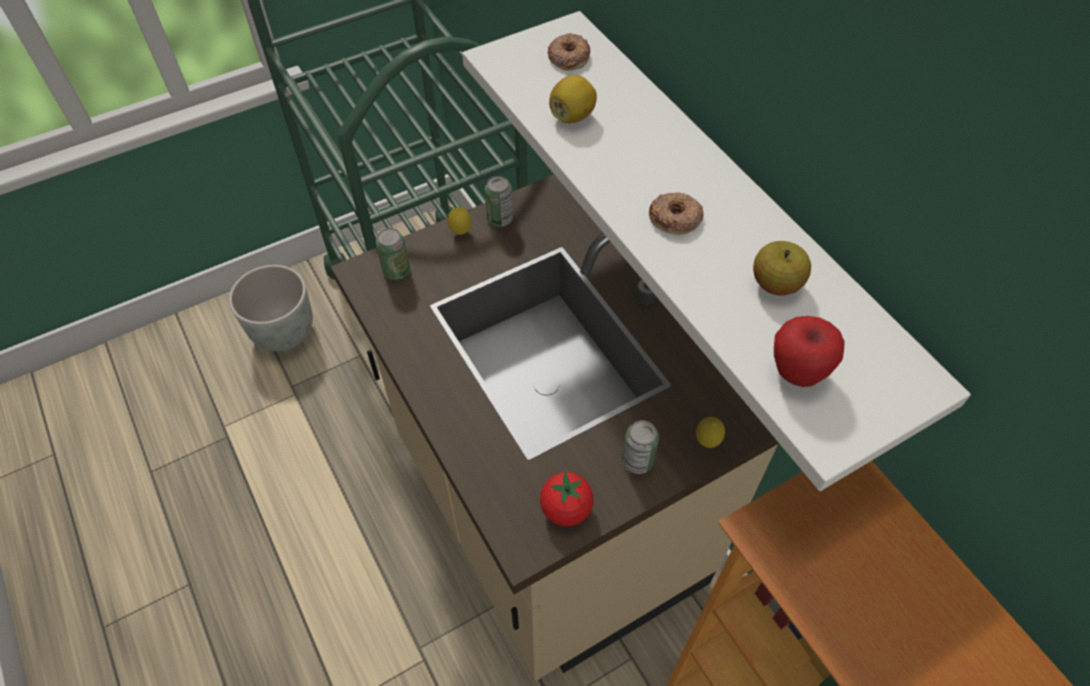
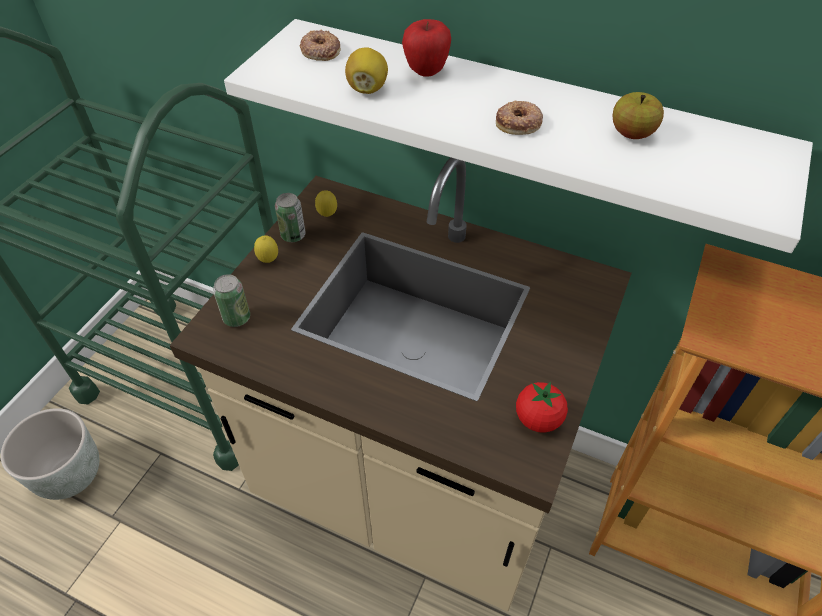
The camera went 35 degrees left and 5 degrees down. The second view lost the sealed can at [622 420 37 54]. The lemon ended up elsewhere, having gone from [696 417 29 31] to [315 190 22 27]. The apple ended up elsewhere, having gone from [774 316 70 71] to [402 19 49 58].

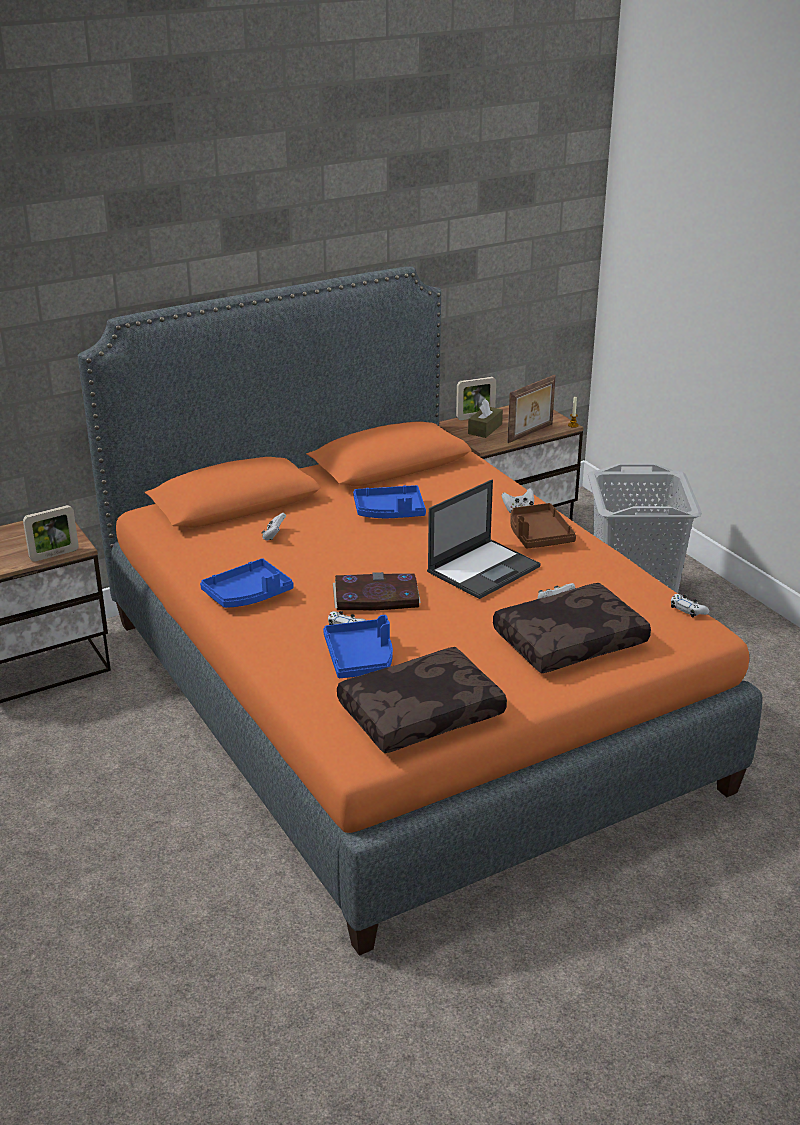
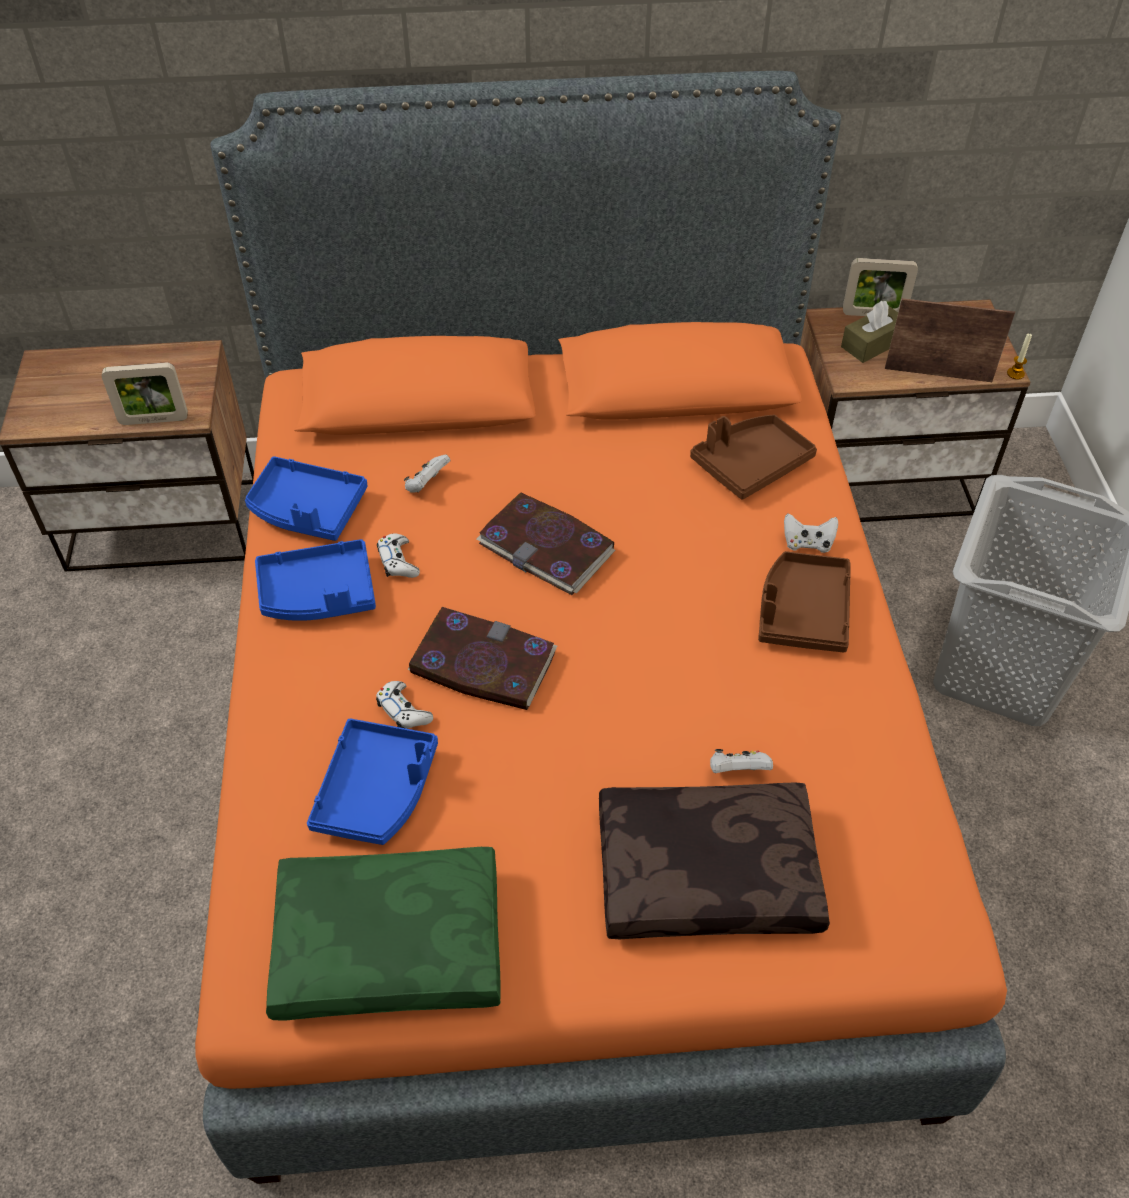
The camera went 25 degrees right and 20 degrees up. What was the cushion/brown at [337 647 170 106] turned into the cushion/green at [266 847 235 174]. The carrying tray/blue-coloured ended up elsewhere, having gone from [353 485 73 33] to [245 456 123 85]. The second view lost the notebook computer at [427 479 114 120]. The standing frame at [507 375 49 68] ended up facing another way, 150 degrees counterclockwise from before. The gamepad/white-coloured ended up elsewhere, having gone from [671 594 38 23] to [377 533 43 45]. The second view gained the volume at [476 492 139 103]. The second view gained the carrying tray/brown at [690 415 127 85].

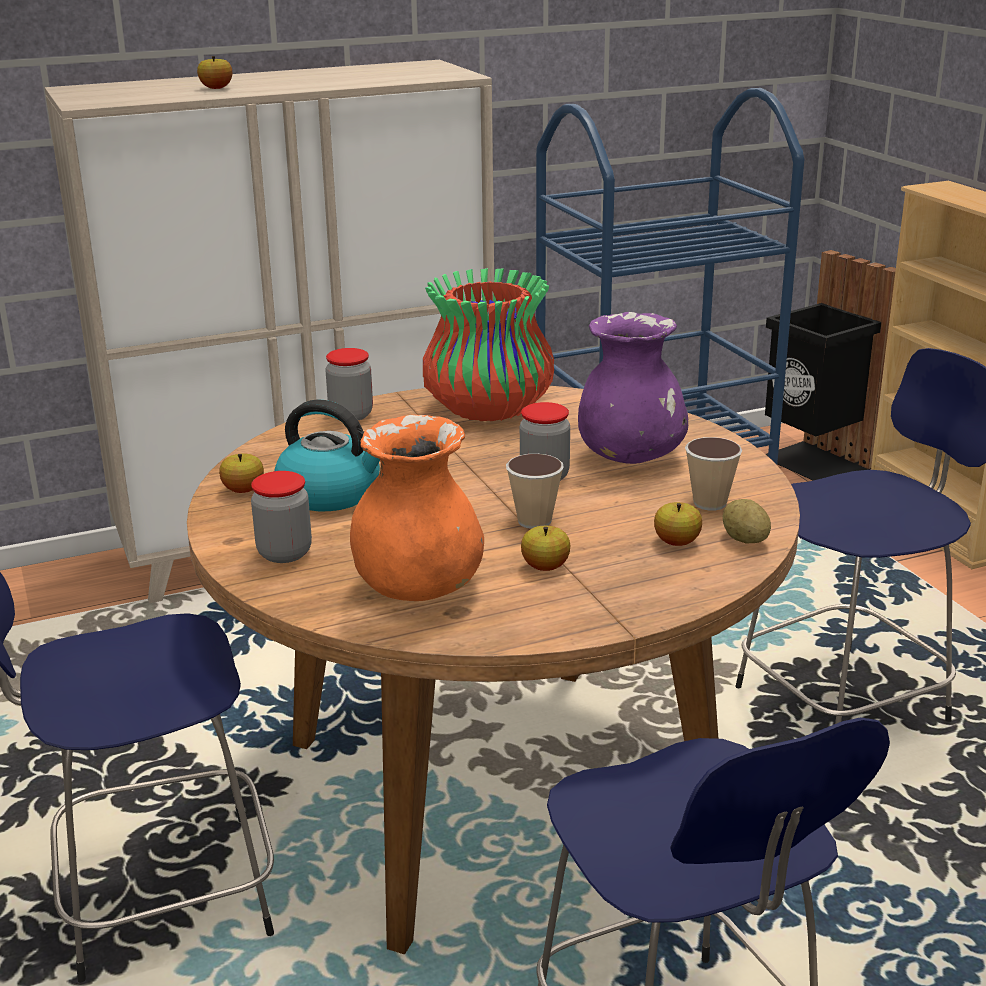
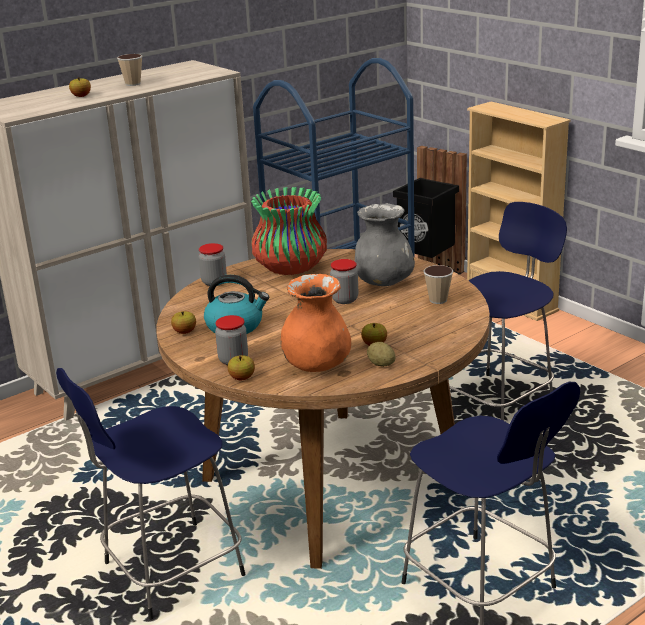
The camera went 15 degrees left and 0 degrees up. The small cup ended up elsewhere, having gone from [506 454 58 75] to [117 54 25 32]. What was the decorative vase/purple-coloured at [578 312 110 152] turned into the decorative vase/greyish at [355 203 60 83]. The apple ended up elsewhere, having gone from [654 502 48 44] to [227 355 28 25]. The spud ended up elsewhere, having gone from [723 499 48 44] to [367 342 29 25].

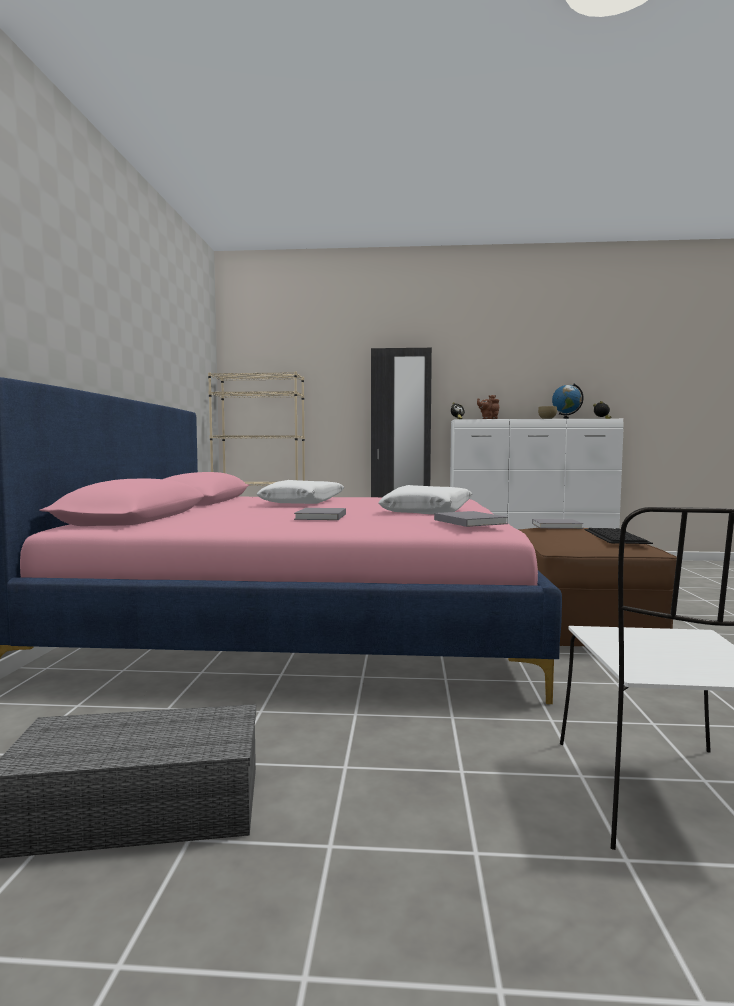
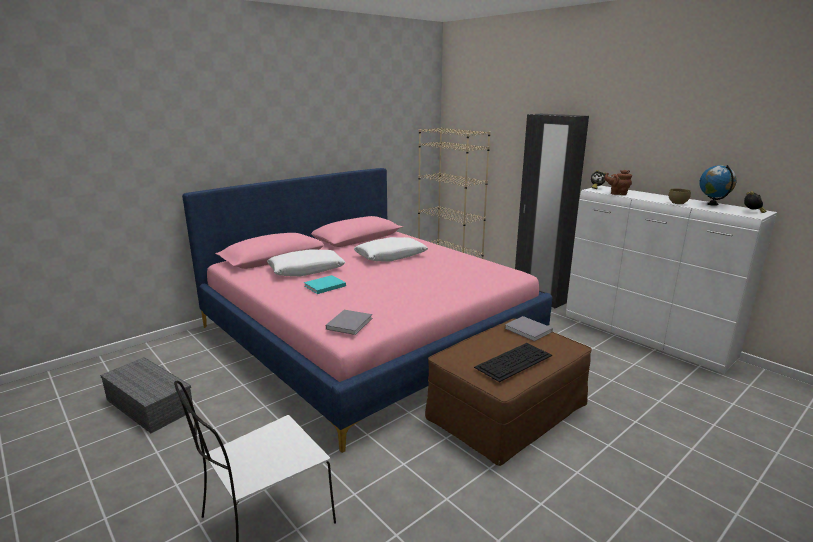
The camera went 45 degrees right and 15 degrees up. What was the volume/greyish at [294 508 52 12] turned into the volume/turquoise at [304 275 42 19]. The cushion/white-coloured ended up elsewhere, having gone from [378 485 94 29] to [267 249 78 27].

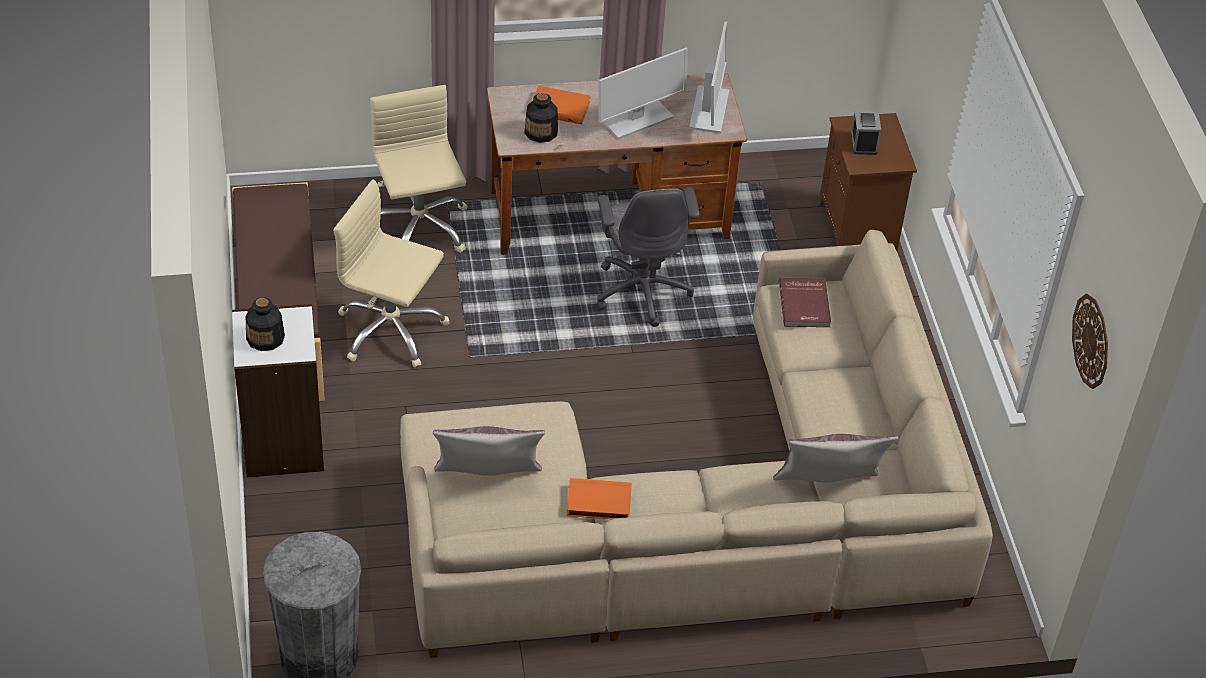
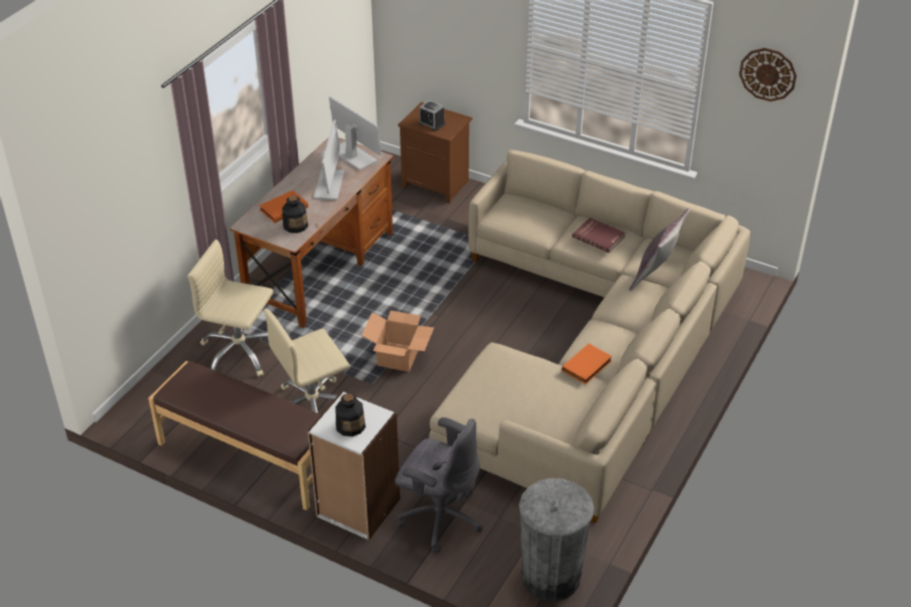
The camera went 50 degrees left and 5 degrees down. The second view lost the cushion/greyish at [433 426 112 50]. The office chair/greyish ended up elsewhere, having gone from [597 187 103 140] to [395 417 88 136]. The volume/red ended up elsewhere, having gone from [779 278 52 49] to [572 218 54 35]. The second view gained the carton at [361 310 73 62].

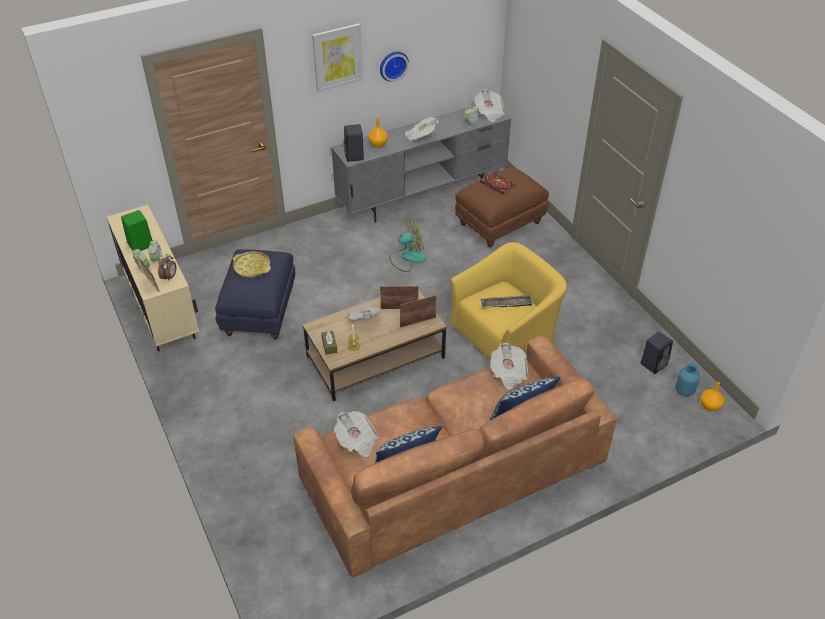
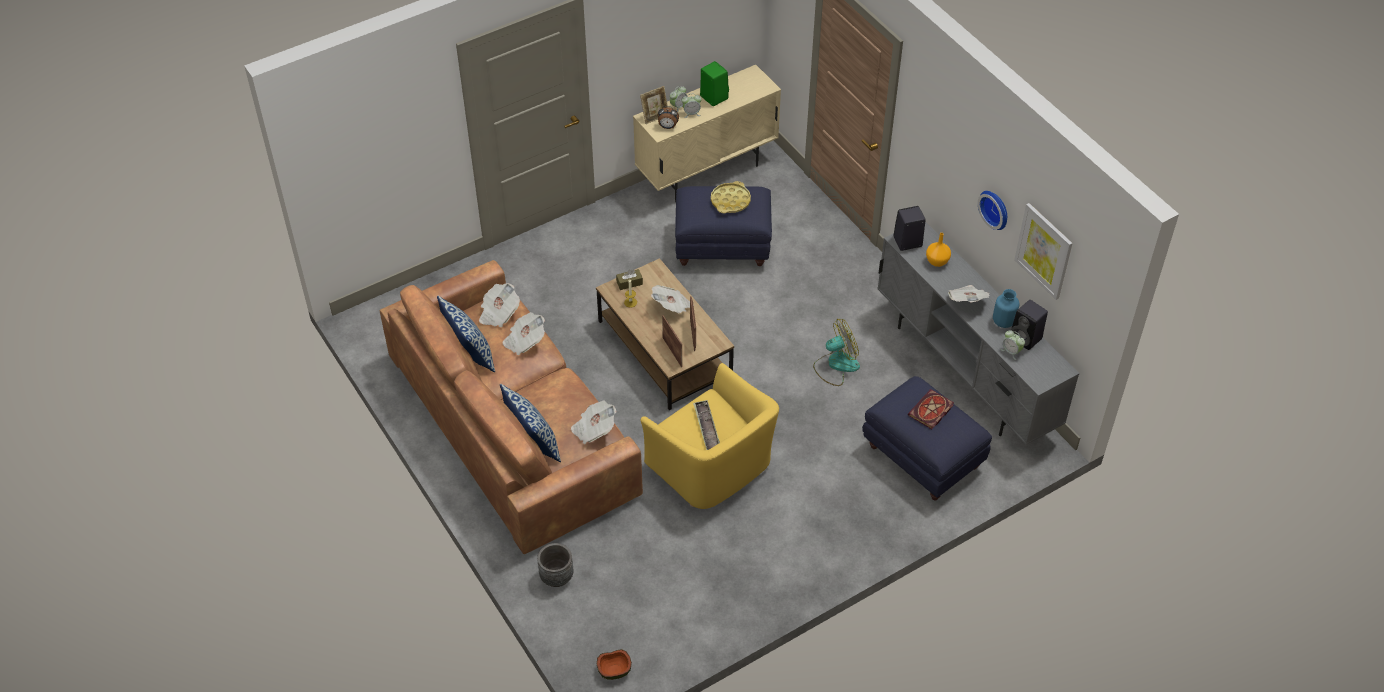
The camera went 85 degrees right and 5 degrees up. The wall art ended up elsewhere, having gone from [312 24 51 68] to [1014 203 58 97]. The electric fan at [389 219 37 53] ended up facing another way, 90 degrees counterclockwise from before. What was the footrest/brown at [455 167 94 81] turned into the footrest/blue-coloured at [862 376 130 124]. The printed paper ended up elsewhere, having gone from [475 89 30 33] to [503 312 42 43]. The audio speaker/blackish ended up elsewhere, having gone from [640 332 33 42] to [1011 300 37 50]. The decorative vase/blue-coloured ended up elsewhere, having gone from [675 363 25 33] to [993 289 27 39]. Where the decorative vase/orange-coloured stood at [701 381 23 30], the deep dish came to stand at [597 649 35 31]. The second view gained the planter/greyish at [537 543 36 44].

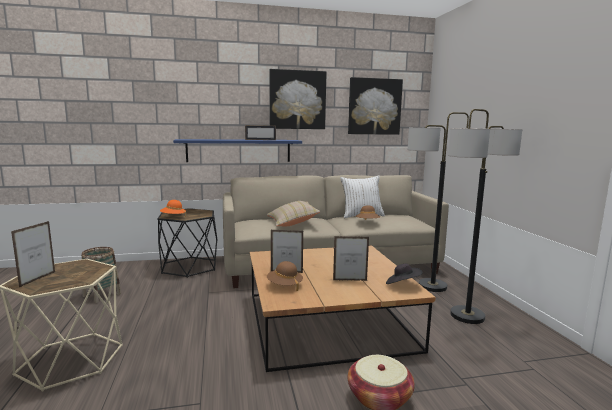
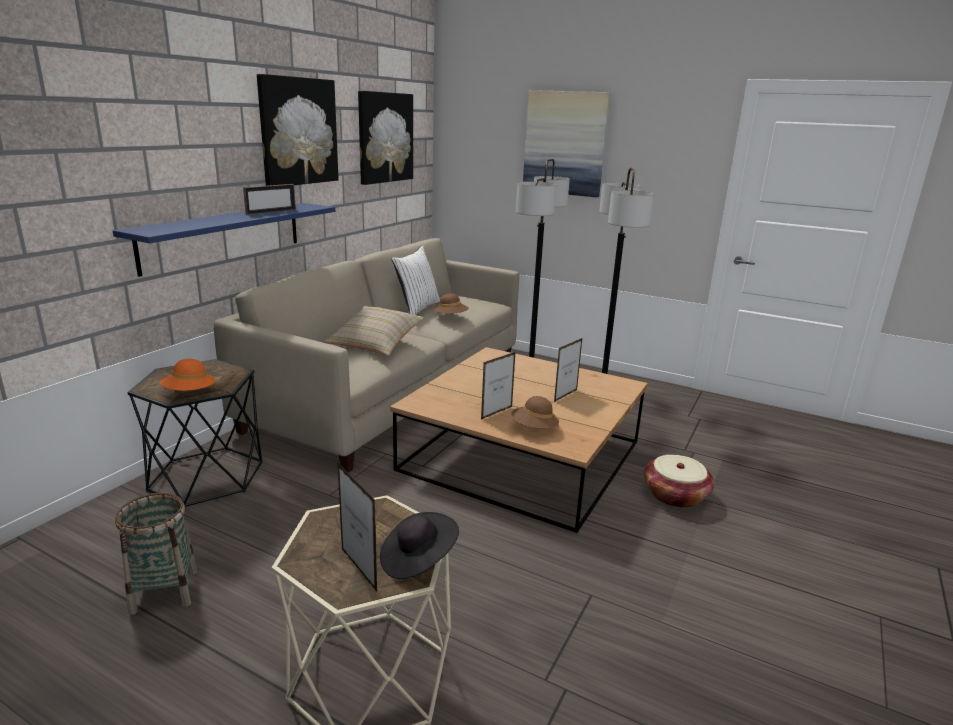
The camera went 50 degrees left and 10 degrees up. The hat/blackish ended up elsewhere, having gone from [386 264 37 20] to [380 512 79 67]. The second view gained the wall art at [523 90 87 107].

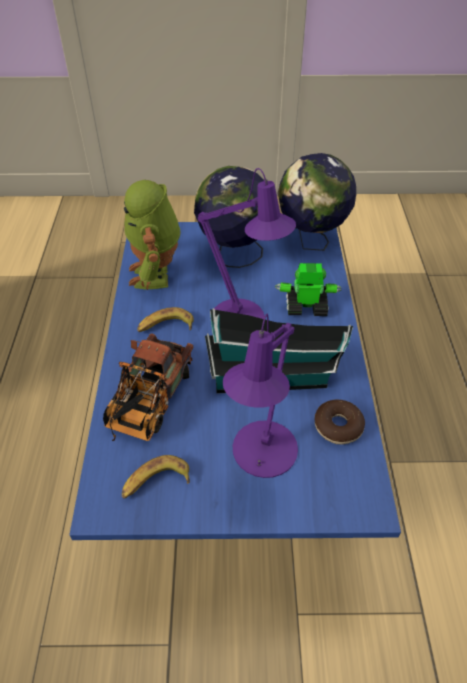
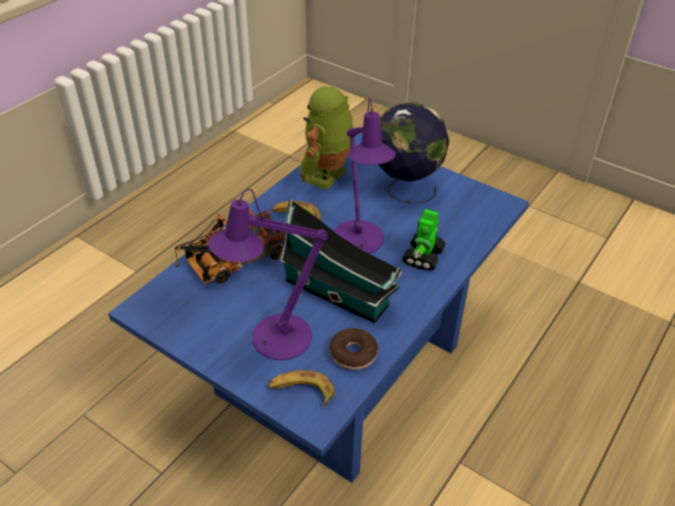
The camera went 35 degrees right and 5 degrees down. The banana fruit ended up elsewhere, having gone from [122 455 68 44] to [268 370 67 37]. The model robot at [275 263 67 53] ended up facing another way, 105 degrees counterclockwise from before. The second view lost the world globe at [278 153 78 98].

